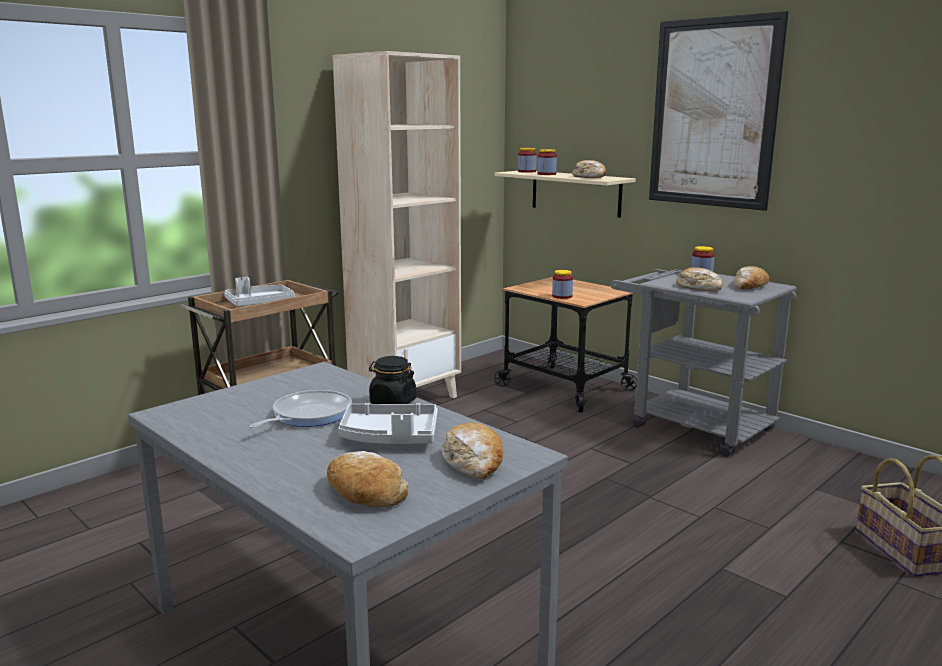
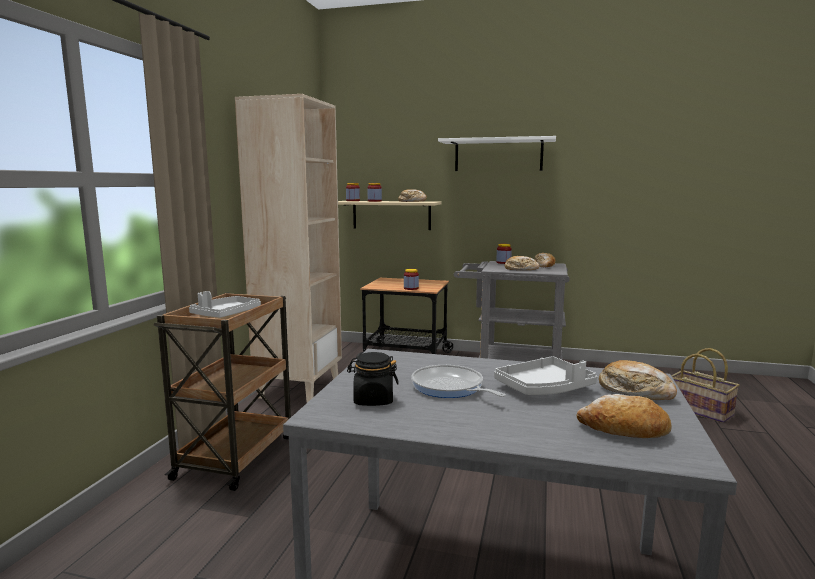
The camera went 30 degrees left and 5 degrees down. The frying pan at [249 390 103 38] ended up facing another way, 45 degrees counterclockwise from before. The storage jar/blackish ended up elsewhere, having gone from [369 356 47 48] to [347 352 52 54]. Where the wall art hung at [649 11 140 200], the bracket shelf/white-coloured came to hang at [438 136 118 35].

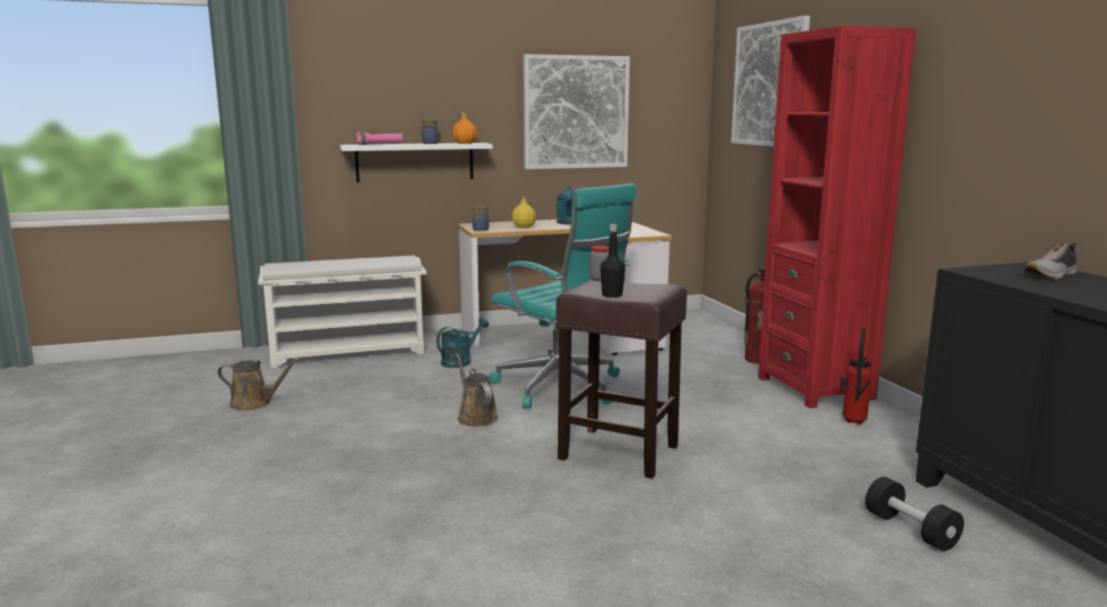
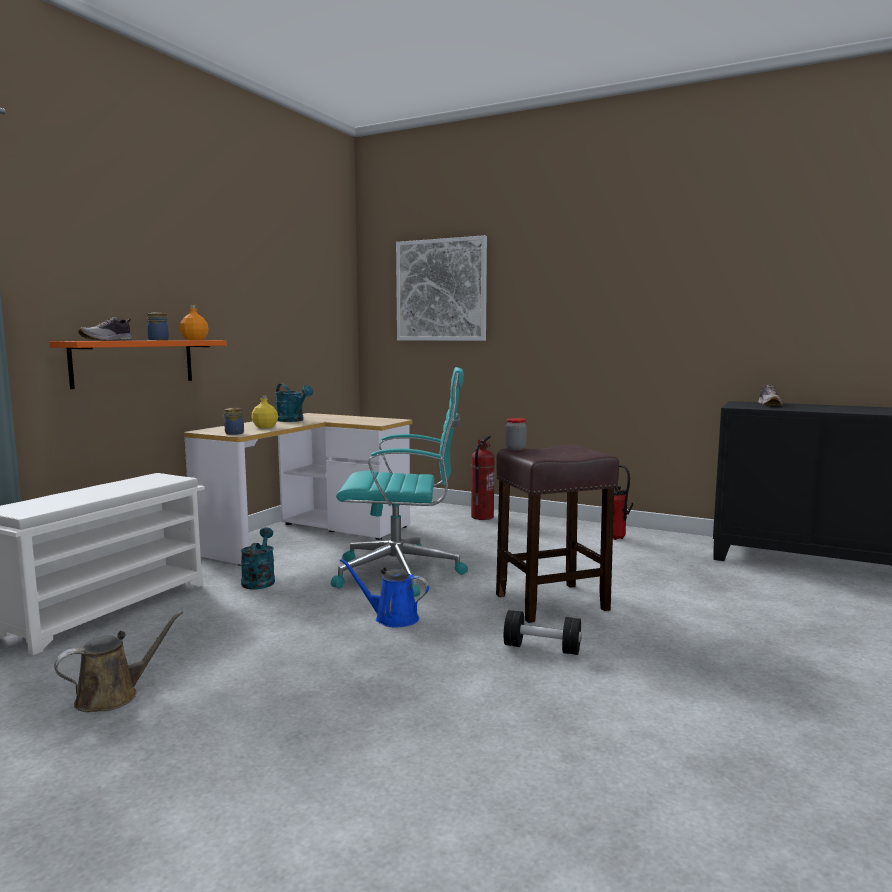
The camera went 45 degrees left and 5 degrees down. What was the bracket shelf/white-coloured at [340 143 153 39] turned into the bracket shelf/orange-coloured at [49 340 178 49]. Where the flashlight/pink-coloured stood at [357 132 46 13], the shoe came to stand at [78 317 54 24]. What was the watering can/brown at [456 353 42 74] turned into the watering can/blue-coloured at [340 559 89 69]. The second view lost the wall art at [523 54 107 115]. The second view lost the beverage bottle/blackish at [600 224 25 74]. The second view lost the bookshelf/red at [758 26 158 382]. The dumbbell/blackish ended up elsewhere, having gone from [865 477 99 74] to [504 610 78 45].

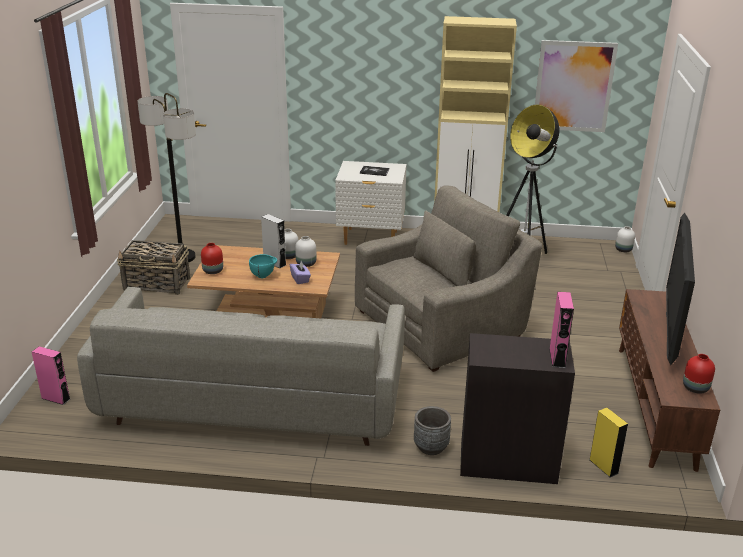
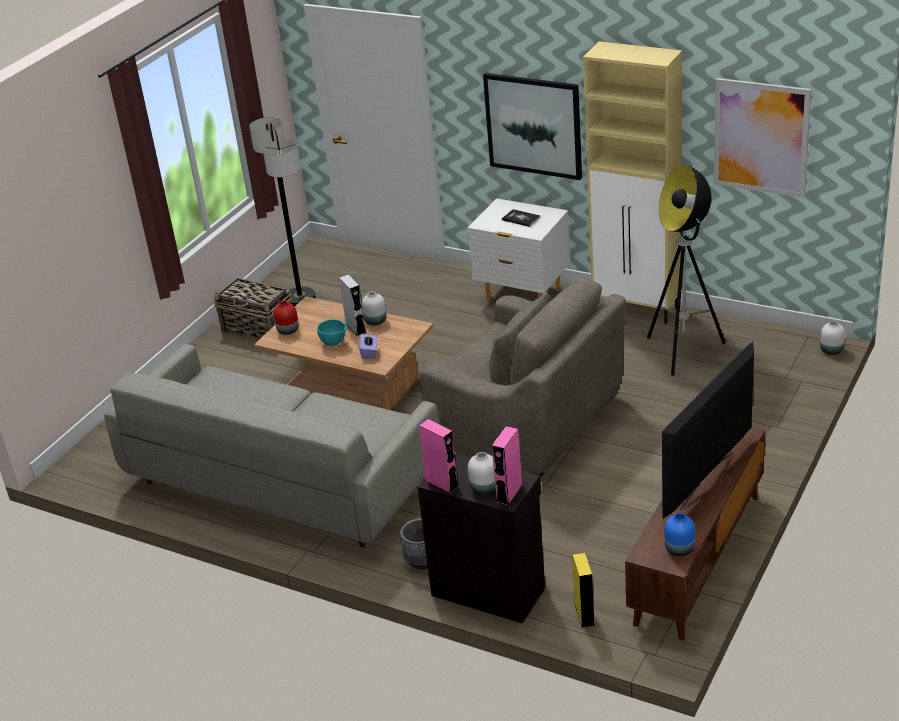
The camera went 25 degrees right and 5 degrees up. The audio speaker/pink-coloured ended up elsewhere, having gone from [32 346 38 59] to [419 419 39 75]. The decorative vase/white-coloured ended up elsewhere, having gone from [295 236 21 31] to [468 452 28 43]. The lounge chair/greyish at [355 185 187 187] ended up facing another way, 45 degrees clockwise from before. What was the decorative vase/red at [683 354 32 40] turned into the decorative vase/blue-coloured at [664 513 31 43]. The second view gained the wall art at [483 73 99 107].

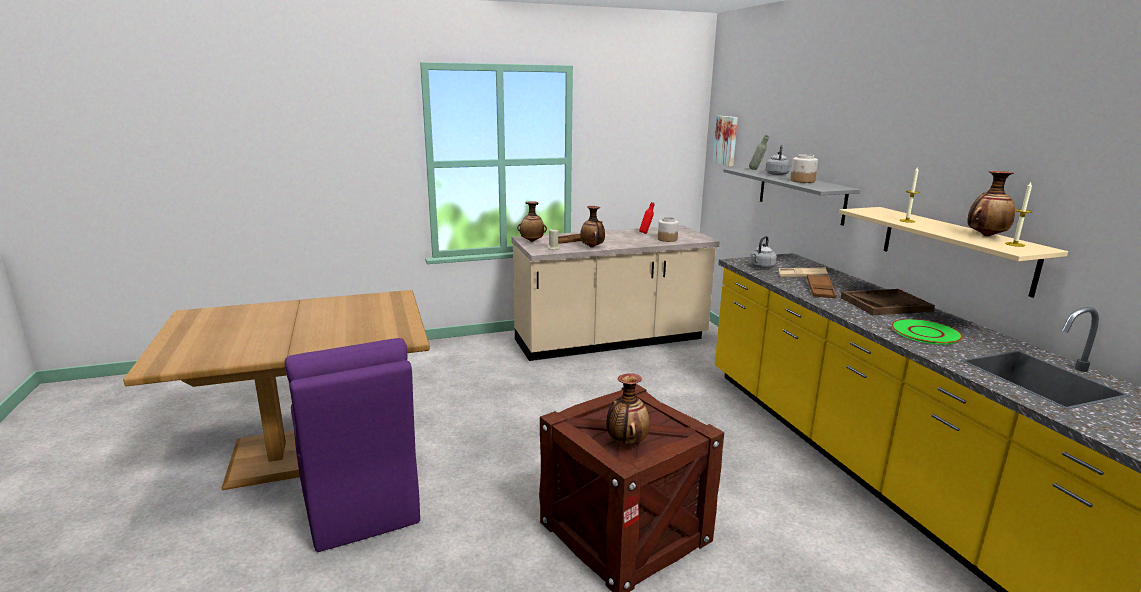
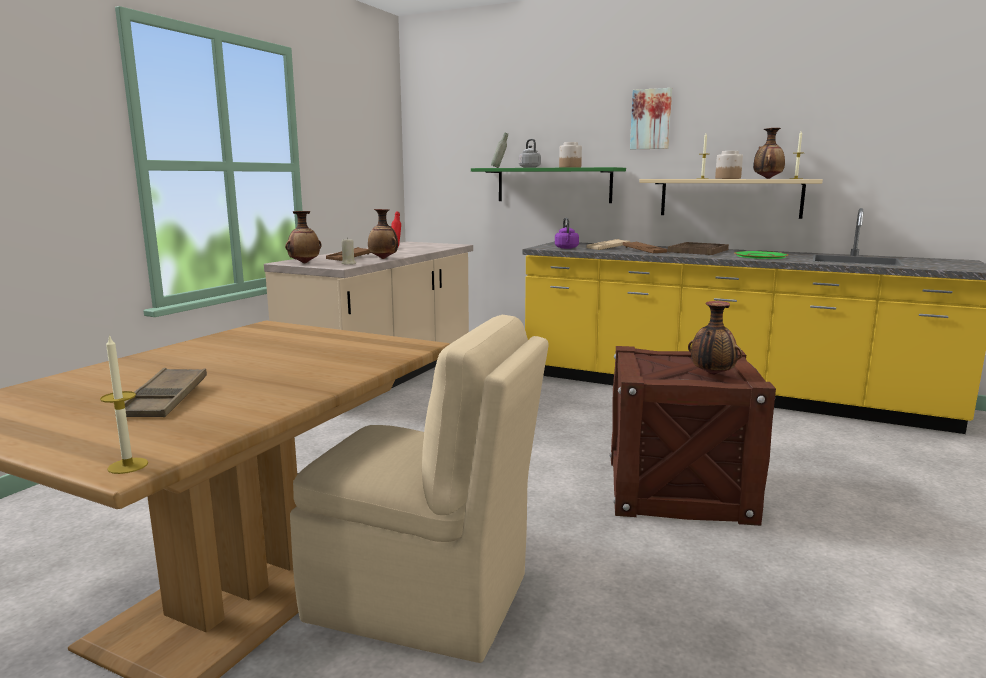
The camera went 45 degrees left and 5 degrees down. What was the chair/purple-coloured at [285 338 135 214] turned into the chair/beige-coloured at [290 315 259 348]. The storage jar ended up elsewhere, having gone from [658 217 21 25] to [715 151 28 28]. The wall art ended up elsewhere, having gone from [713 116 25 51] to [630 88 42 61]. What was the bracket shelf/greyish at [723 168 137 58] turned into the bracket shelf/green at [471 167 155 36]. What was the tea kettle/greyish at [750 236 27 33] turned into the tea kettle/purple-coloured at [555 218 24 31]. The second view gained the wax light at [100 335 48 139]. The second view gained the carrying tray/brown at [115 368 92 49].

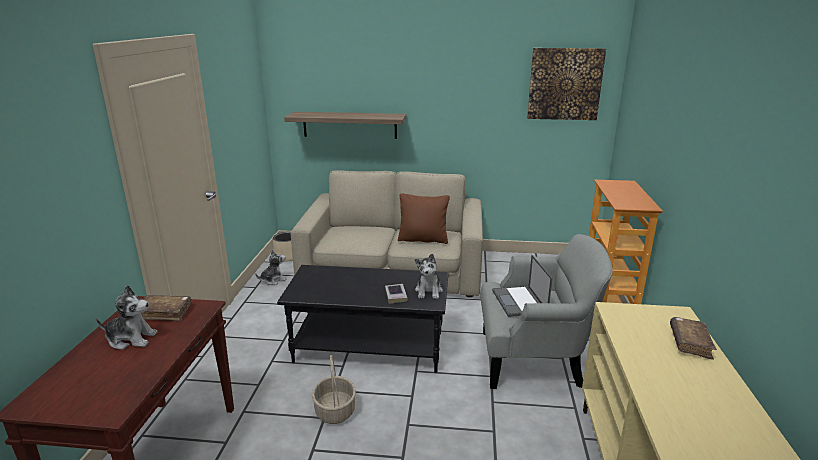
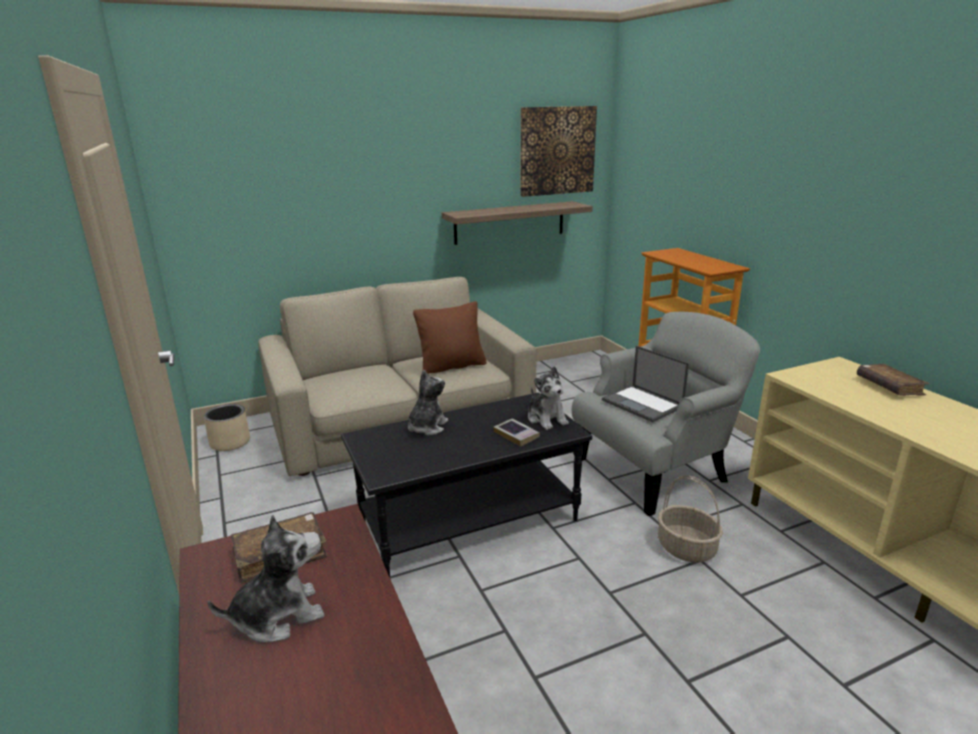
The camera went 30 degrees left and 0 degrees up. The plush toy ended up elsewhere, having gone from [255 249 32 36] to [408 370 41 66]. The bracket shelf ended up elsewhere, having gone from [284 112 122 27] to [442 201 151 44]. The storage basket ended up elsewhere, having gone from [312 354 44 70] to [658 475 65 88].

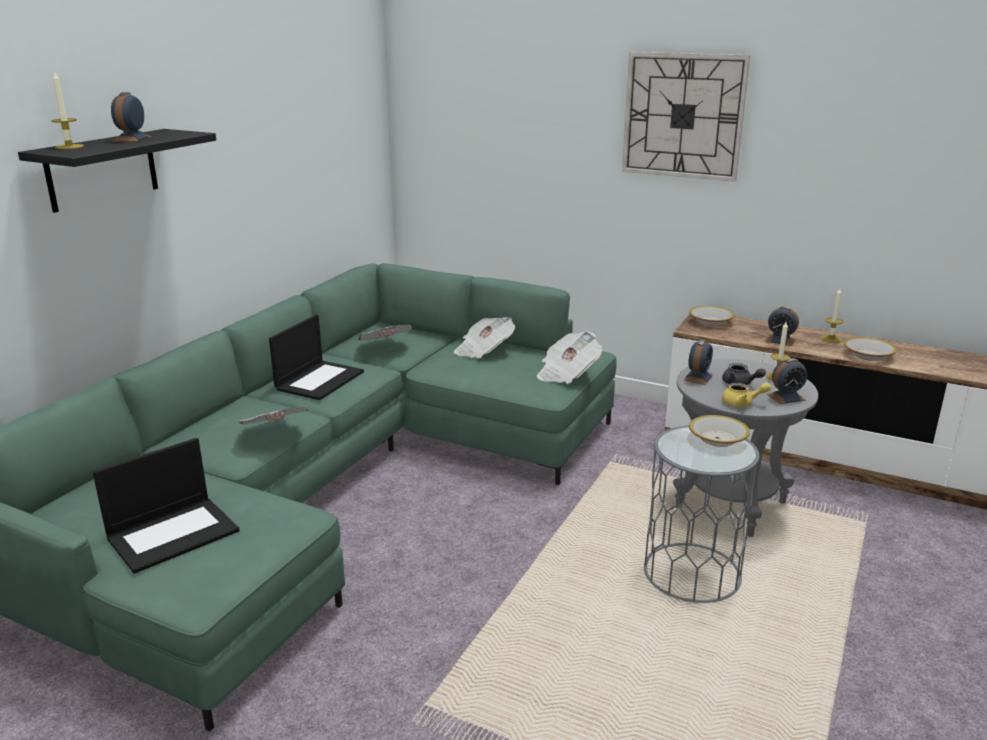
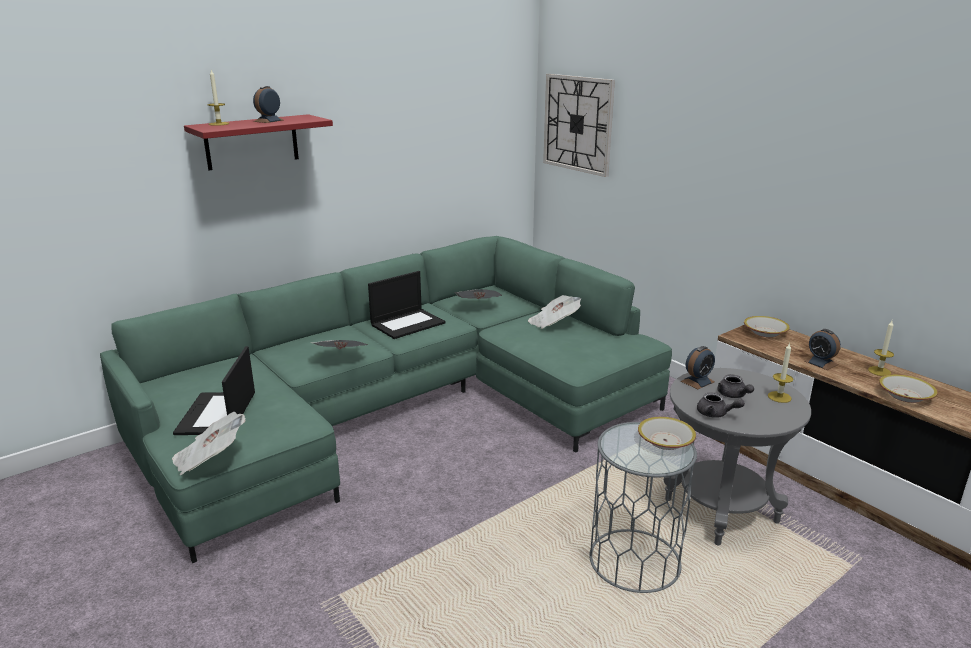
The camera went 25 degrees right and 0 degrees up. What was the bracket shelf/blackish at [18 129 198 84] turned into the bracket shelf/red at [184 114 149 56]. The notebook computer at [93 438 147 136] ended up facing another way, 105 degrees clockwise from before. The printed paper ended up elsewhere, having gone from [537 331 65 53] to [172 412 73 63]. The wall clock ended up elsewhere, having gone from [622 52 129 130] to [543 74 72 103]. What was the pot for tea/yellow-coloured at [722 383 49 24] turned into the pot for tea/greyish at [697 392 48 26]. The second view lost the bedside clock at [767 358 40 46].

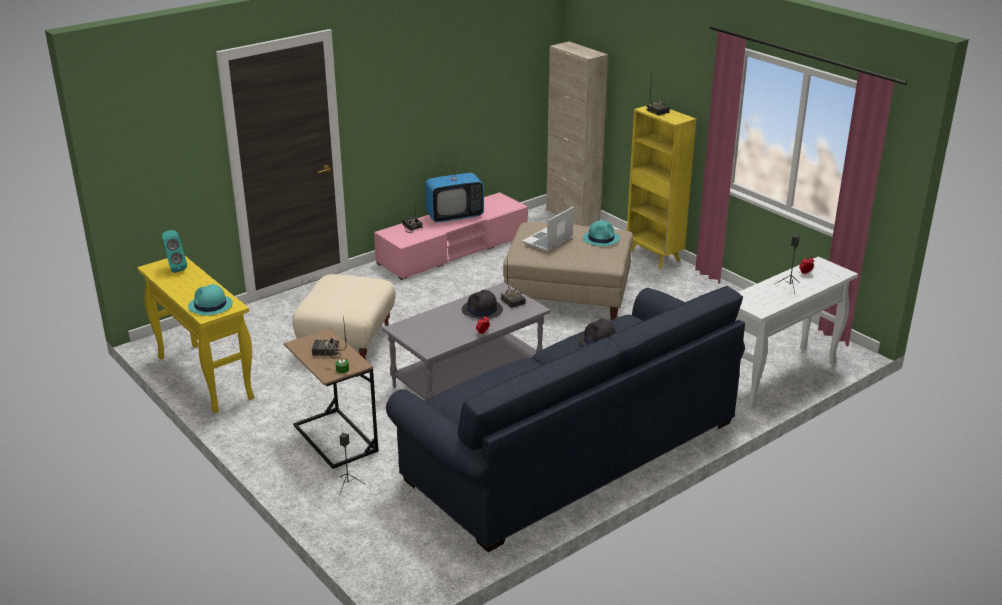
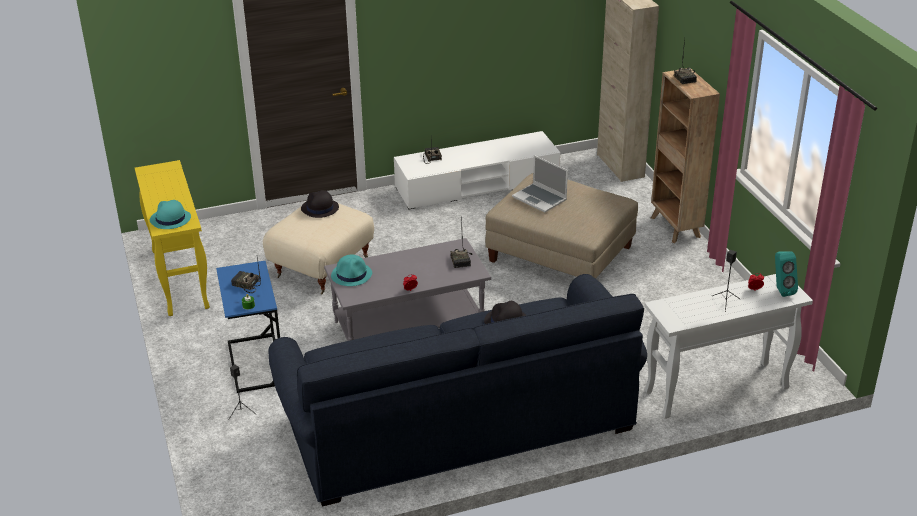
The camera went 20 degrees right and 5 degrees up. The audio speaker/turquoise ended up elsewhere, having gone from [162 230 25 43] to [775 251 23 46]. What was the accent table/brown at [284 328 95 141] turned into the accent table/blue-coloured at [216 261 64 132]. What was the tv stand/pink-coloured at [374 192 154 88] turned into the tv stand/white-coloured at [394 131 166 78]. The second view lost the television at [425 154 59 68]. The hat/blackish ended up elsewhere, having gone from [462 290 41 29] to [301 190 38 28]. The notebook computer at [522 207 52 45] ended up facing another way, 105 degrees counterclockwise from before. The hat/turquoise ended up elsewhere, having gone from [583 221 37 25] to [331 255 41 31]. What was the bookshelf/yellow-coloured at [627 104 69 165] turned into the bookshelf/brown at [651 68 69 175].

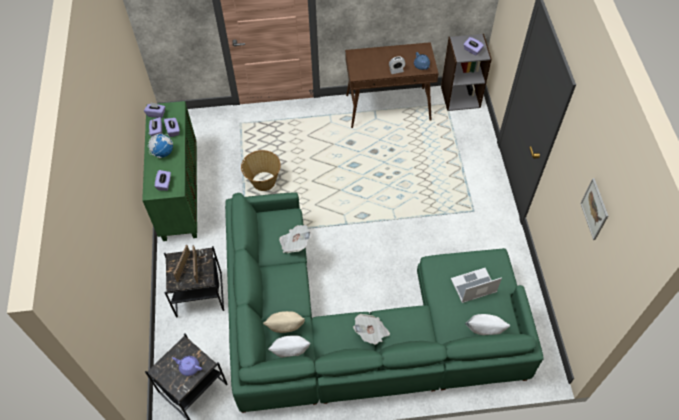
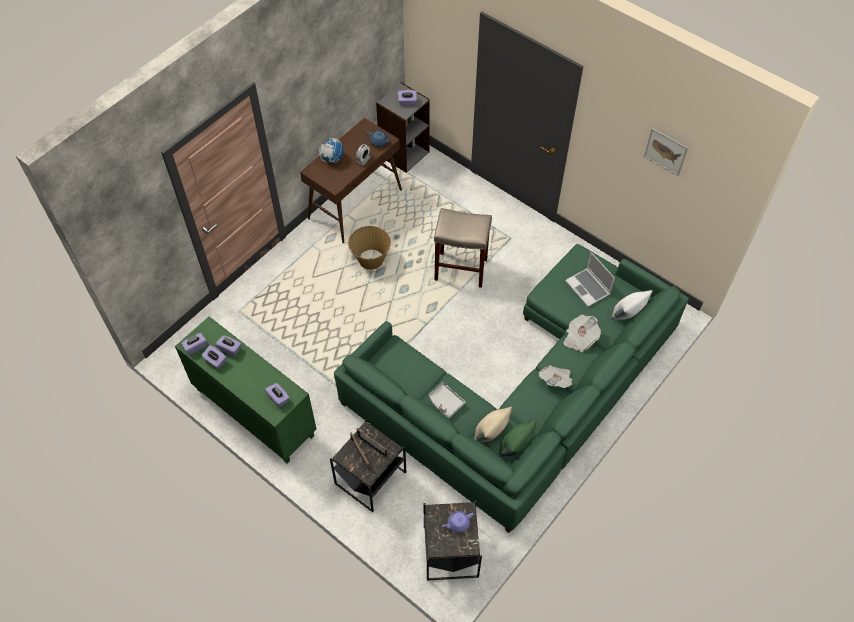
The camera went 45 degrees left and 0 degrees up. The world globe ended up elsewhere, having gone from [148 133 25 25] to [319 138 25 25]. The storage basket ended up elsewhere, having gone from [241 150 40 41] to [348 226 43 44]. What was the cushion/white-coloured at [268 335 42 23] turned into the cushion/green at [498 420 39 37]. The printed paper ended up elsewhere, having gone from [279 225 32 28] to [563 315 38 37]. The notebook computer at [451 268 51 35] ended up facing another way, 60 degrees counterclockwise from before. The second view gained the carrying tray/greyish at [429 382 37 37]. The second view gained the stool seat/beige-coloured at [434 208 58 80].

